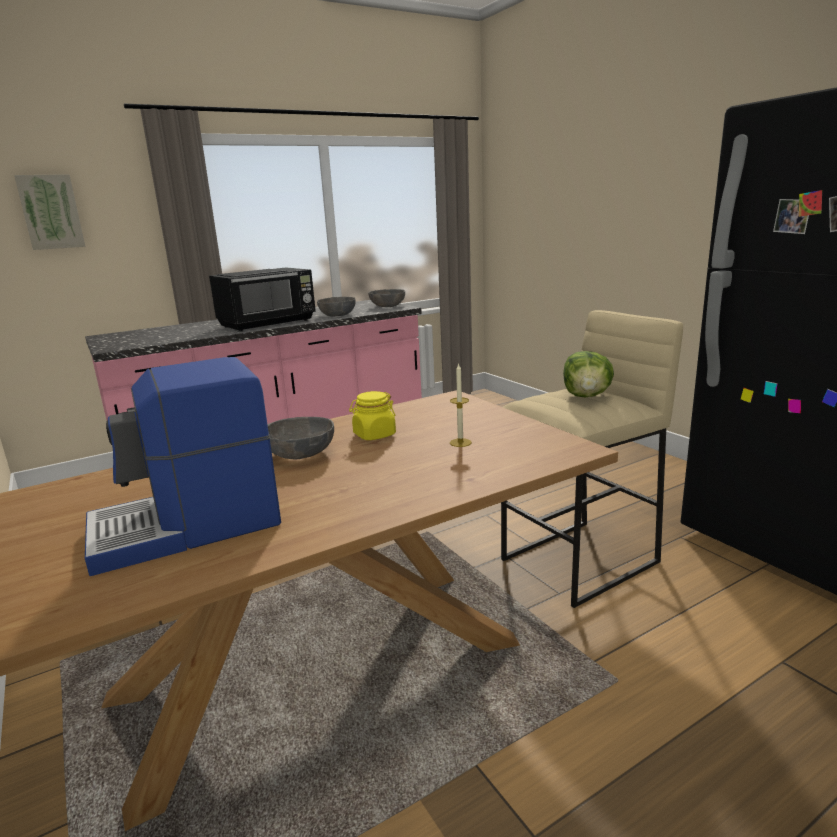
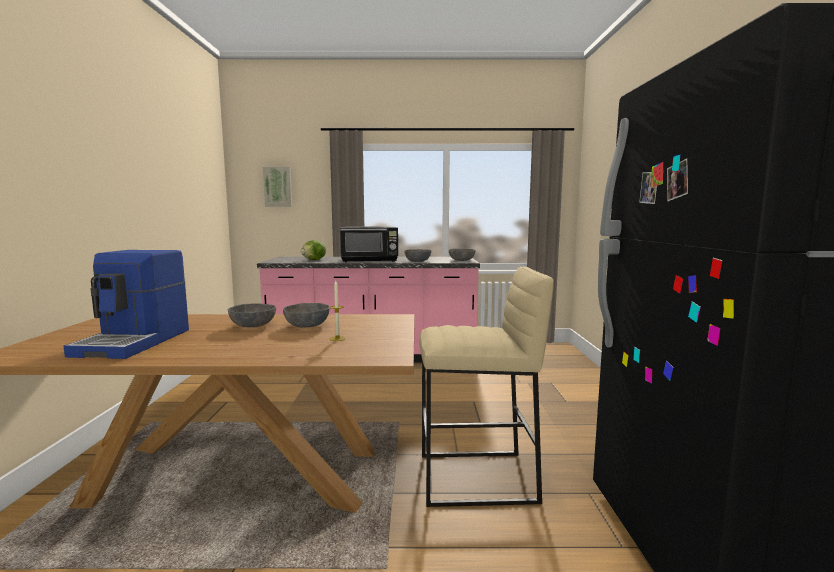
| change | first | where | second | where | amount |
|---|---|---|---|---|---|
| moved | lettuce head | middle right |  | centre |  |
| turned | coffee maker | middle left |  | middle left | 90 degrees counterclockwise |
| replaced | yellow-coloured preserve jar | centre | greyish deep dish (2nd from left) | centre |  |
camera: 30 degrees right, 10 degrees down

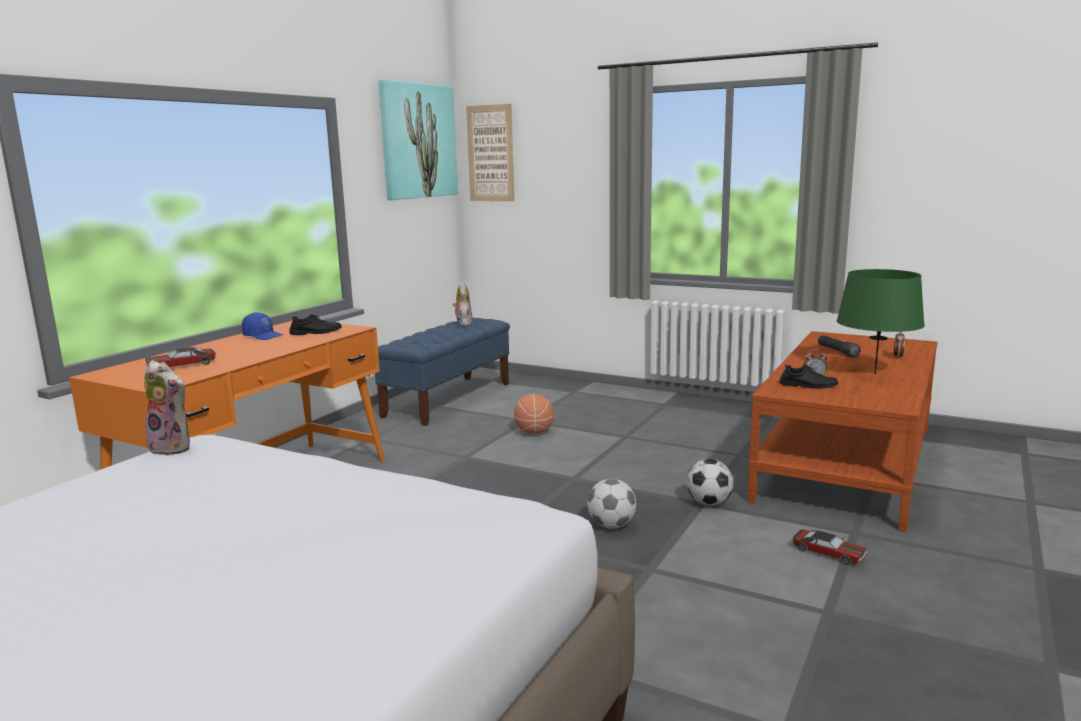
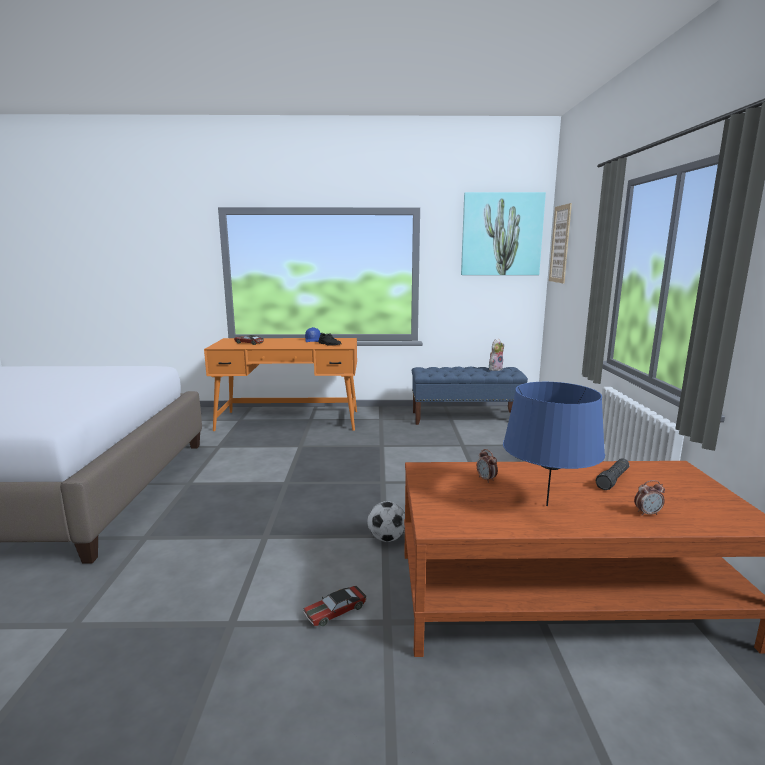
| change | first | where | second | where | amount |
|---|---|---|---|---|---|
| recoloured | greenish table lamp | middle right | bluish table lamp | middle right |  |
| removed | cuddly toy (1st from left) | middle left |  |  |  |
| removed | black-coloured shoe (2nd from left) | middle right |  |  |  |
| removed | basketball | centre |  |  |  |
| removed | football ball (1st from left) | bottom centre |  |  |  |
| turned | toy car (2nd from left) | bottom right |  | bottom centre | 45 degrees clockwise |
camera: 60 degrees right, 0 degrees up

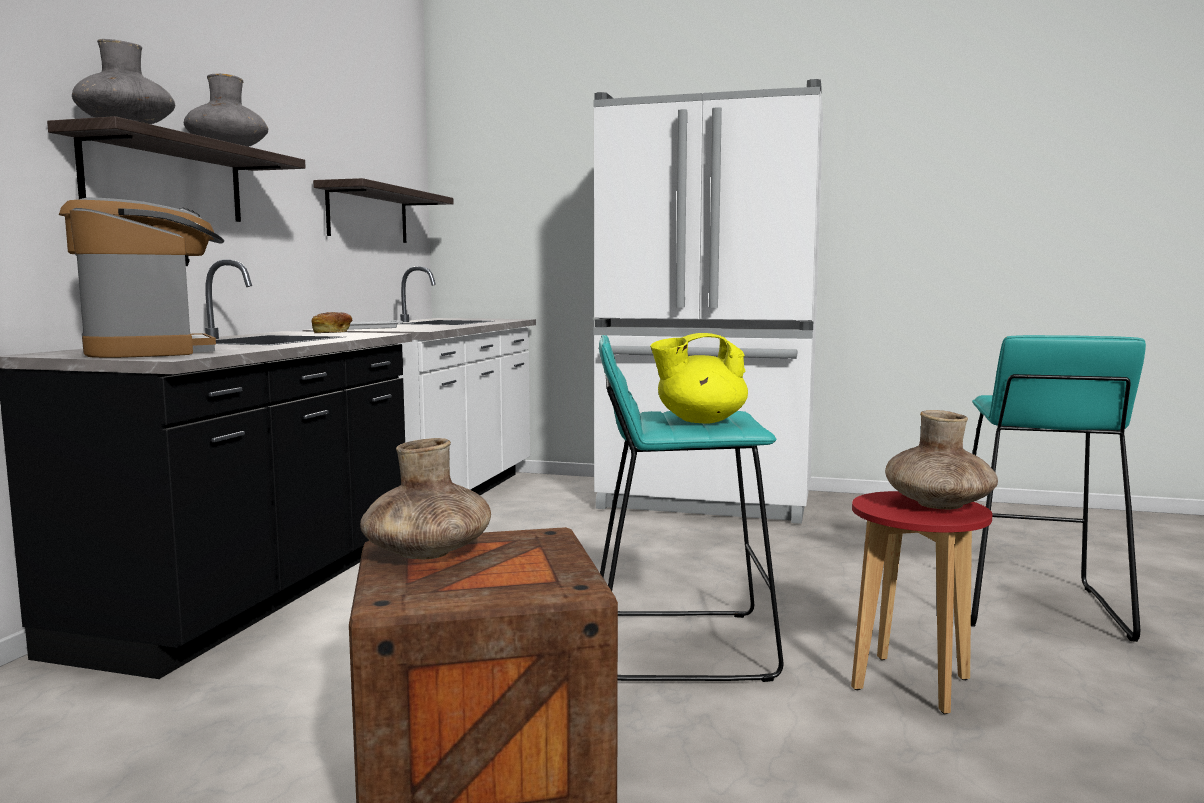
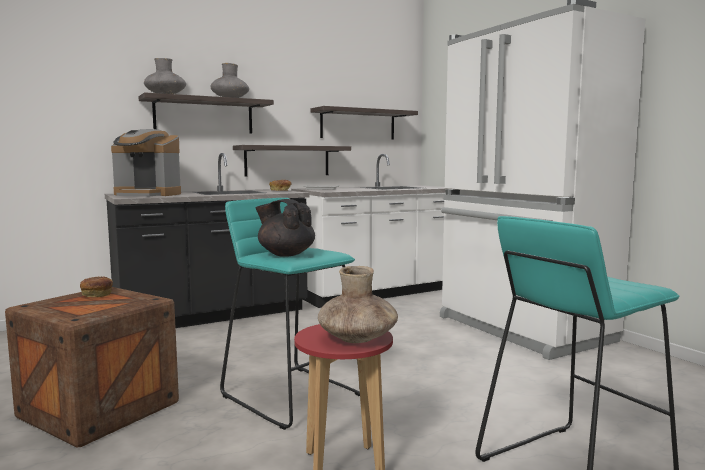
| change | first | where | second | where | amount |
|---|---|---|---|---|---|
| turned | coffee maker | middle left |  | middle left | 90 degrees clockwise |
| recoloured | yellow-coloured tea pot | centre | black-coloured tea pot | centre |  |
| replaced | brownish decorative vase (1st from left) | centre | bread (1st from left) | middle left |  |
| added |  |  | wall shelf (2nd from left) | centre |  |
camera: 45 degrees right, 0 degrees up

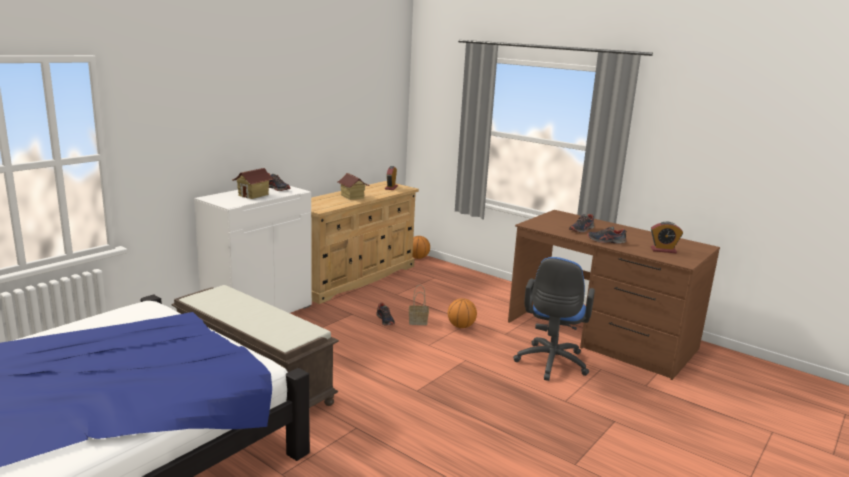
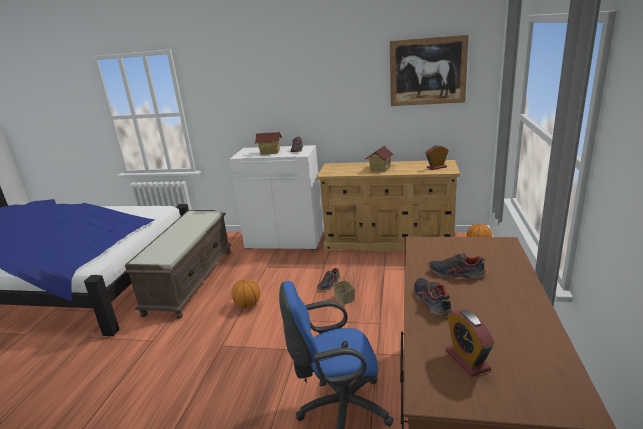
| change | first | where | second | where | amount |
|---|---|---|---|---|---|
| moved | basketball (2nd from left in the first image) | centre | basketball (1st from left) | bottom centre |  |
| added |  |  | picture | top right |  |
camera: 65 degrees right, 5 degrees up

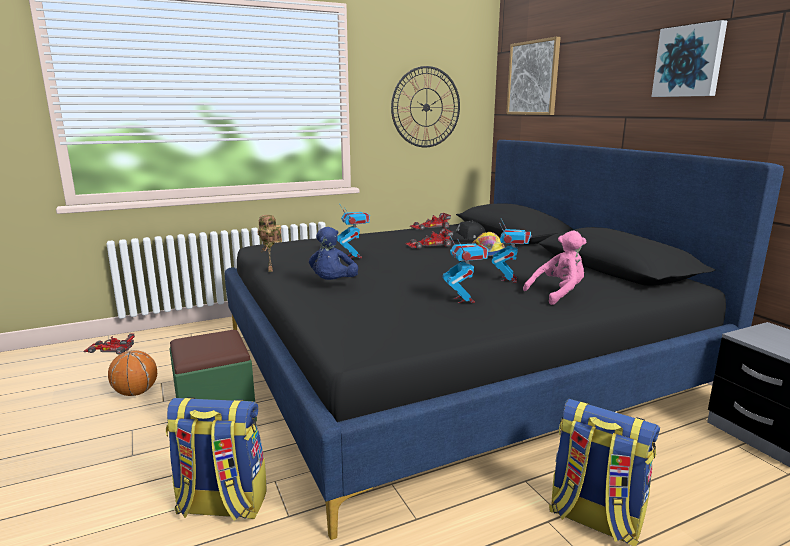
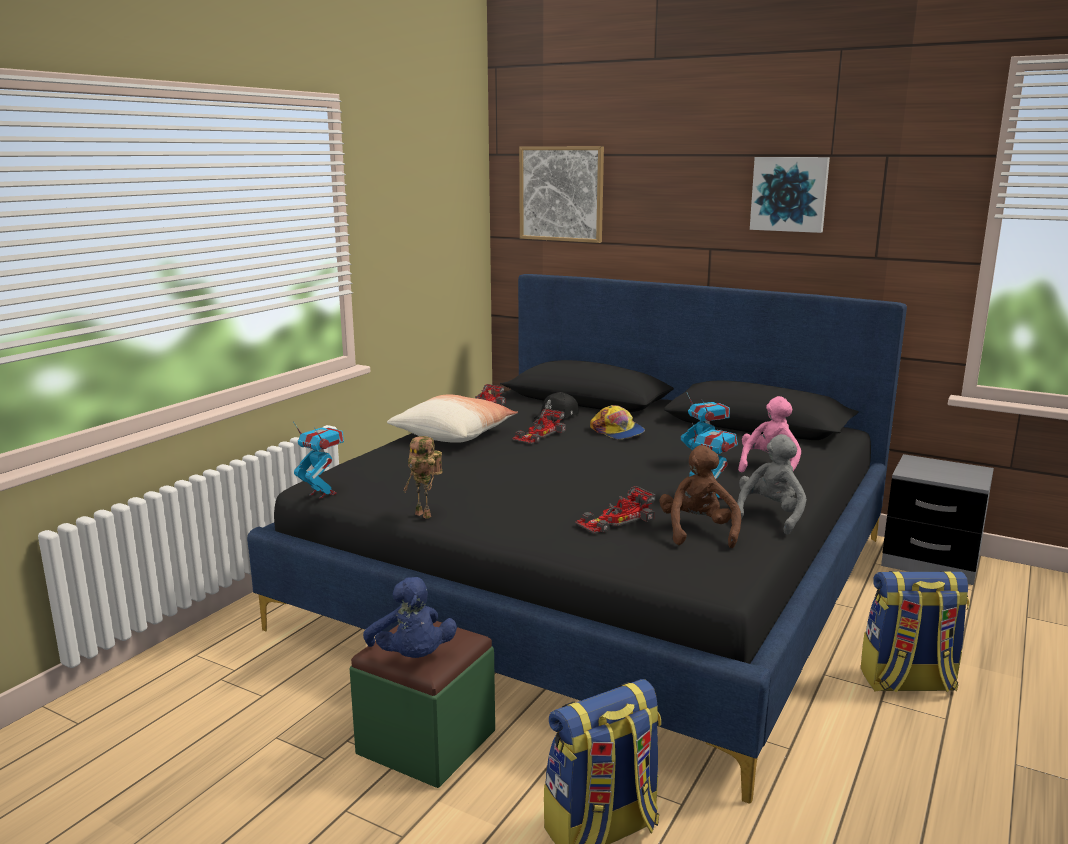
| change | first | where | second | where | amount |
|---|---|---|---|---|---|
| removed | clock on the wall | top centre |  |  |  |
| moved | robot figure (2nd from left in the first image) | centre | robot figure (1st from left) | middle left |  |
| moved | bluish cuddly toy | centre |  | bottom centre |  |
| moved | toy car (1st from left in the first image) | middle left | toy car (3rd from left) | centre |  |
| removed | basketball | bottom left |  |  |  |
| added |  |  | pillow | centre |  |
| added |  |  | greyish cuddly toy | middle right |  |
| added |  |  | brownish cuddly toy | centre |  |
camera: 35 degrees left, 0 degrees up

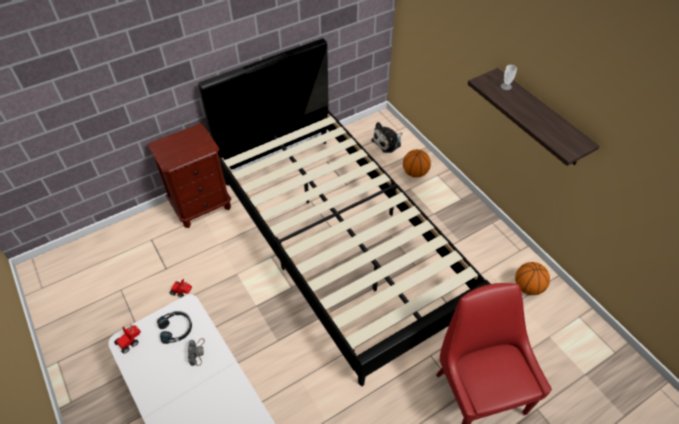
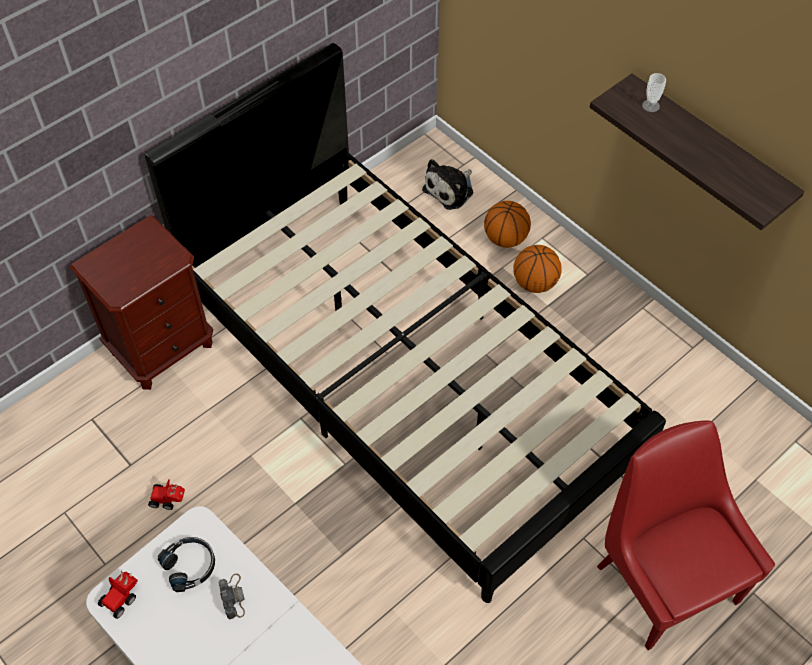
| change | first | where | second | where | amount |
|---|---|---|---|---|---|
| moved | basketball (2nd from left) | middle right |  | centre |  |
camera: 10 degrees left, 5 degrees up

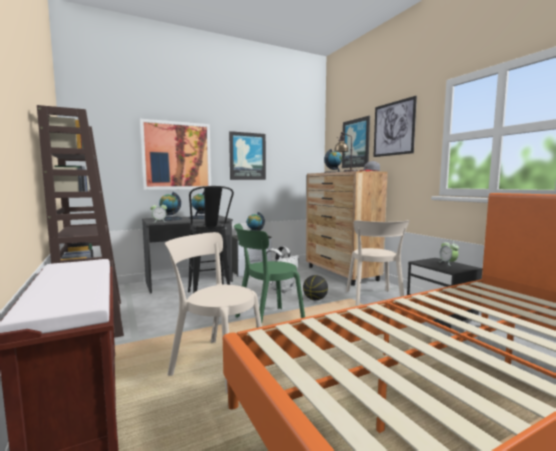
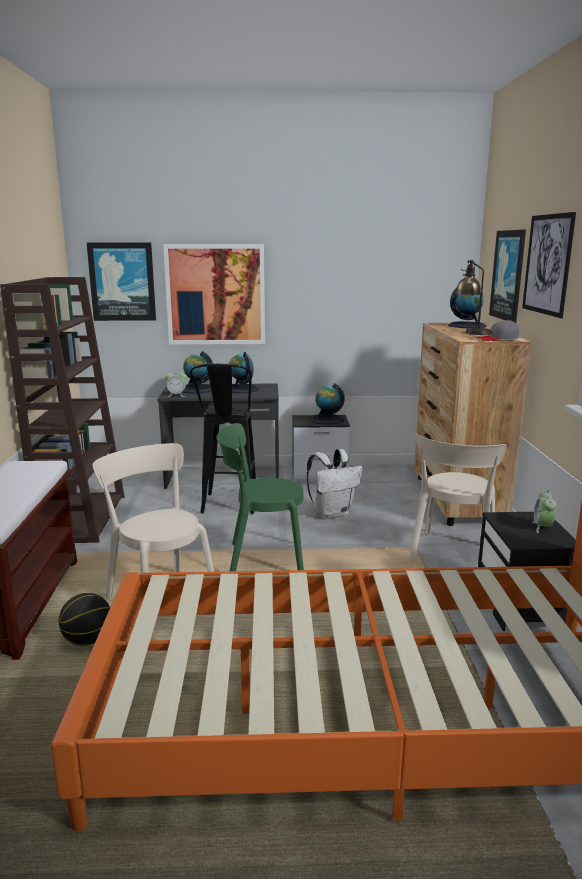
| change | first | where | second | where | amount |
|---|---|---|---|---|---|
| moved | picture (2nd from left in the first image) | centre | picture (1st from left) | top left |  |
| moved | basketball | centre |  | bottom left |  |
camera: 25 degrees right, 10 degrees up

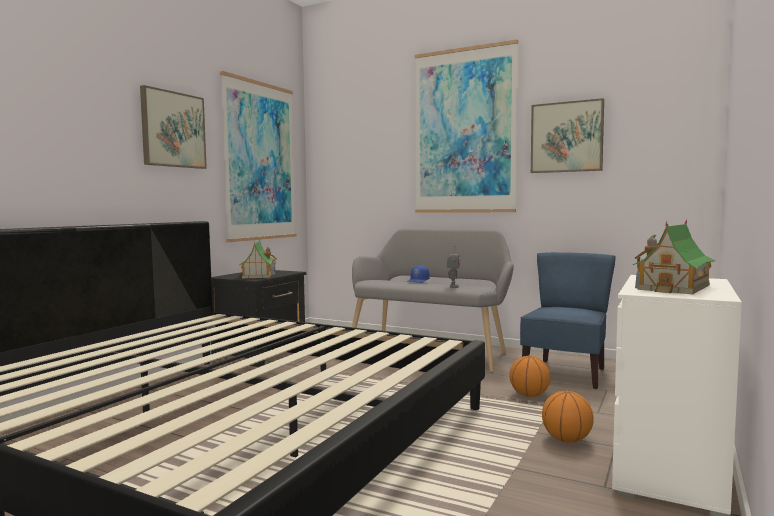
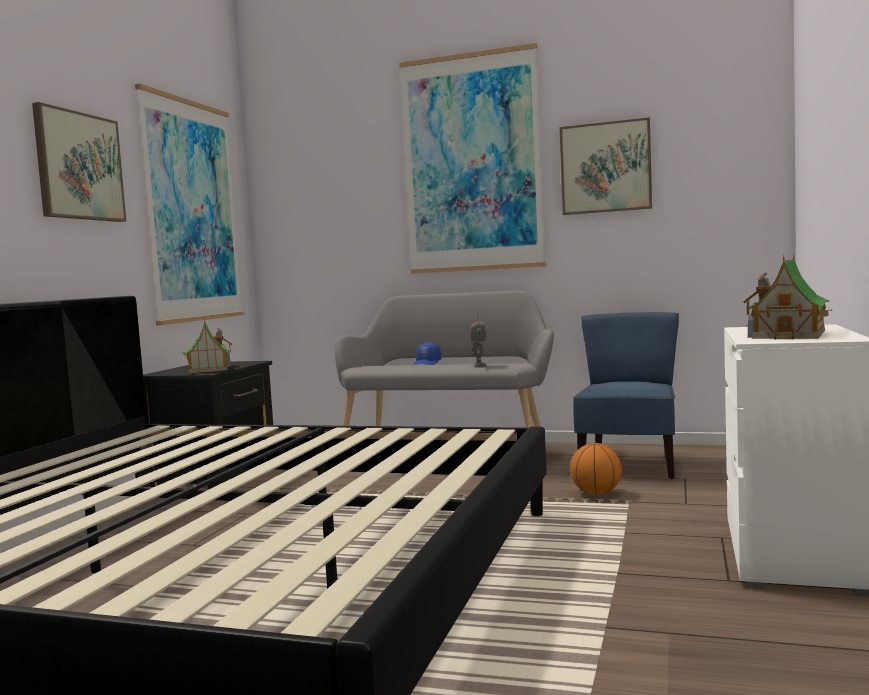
| change | first | where | second | where | amount |
|---|---|---|---|---|---|
| removed | basketball (2nd from left) | bottom right |  |  |  |
camera: 10 degrees left, 0 degrees up

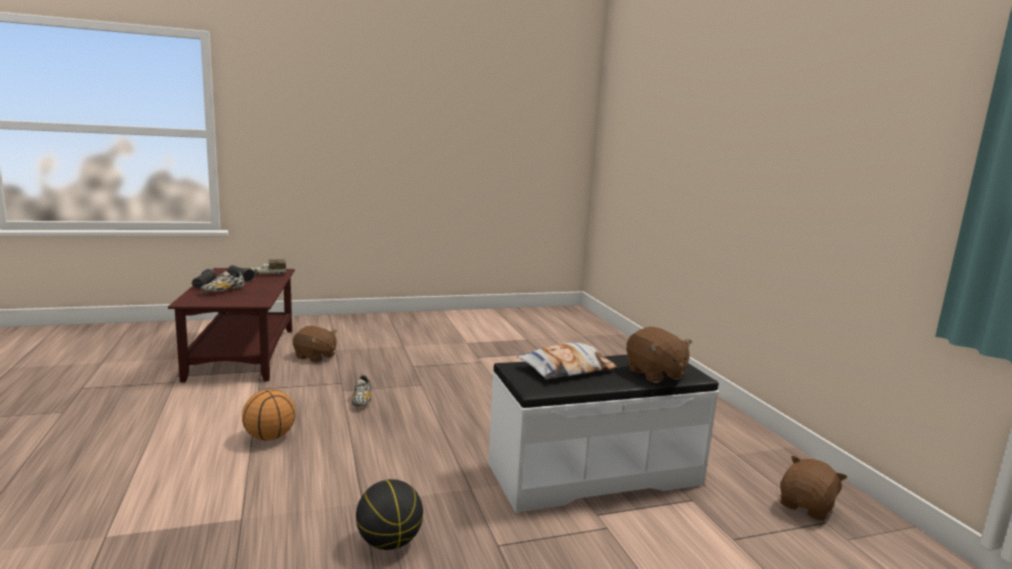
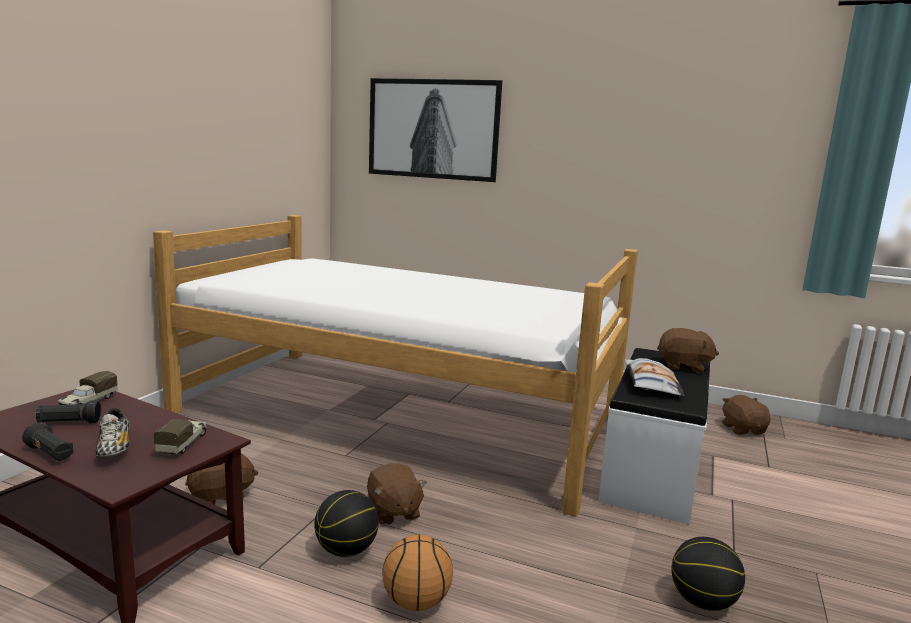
| change | first | where | second | where | amount |
|---|---|---|---|---|---|
| replaced | shoe (2nd from left) | bottom centre | brownish cuddly toy (2nd from left) | bottom centre |  |
| added |  |  | picture | top centre |  |
| added |  |  | bedroom bed | centre |  |
| added |  |  | toy truck (2nd from left) | bottom left |  |
| added |  |  | basketball (1st from left) | bottom centre |  |
camera: 50 degrees left, 0 degrees up

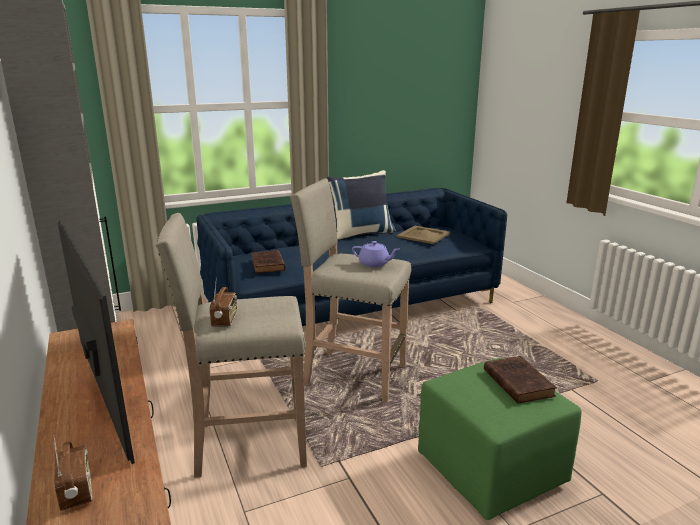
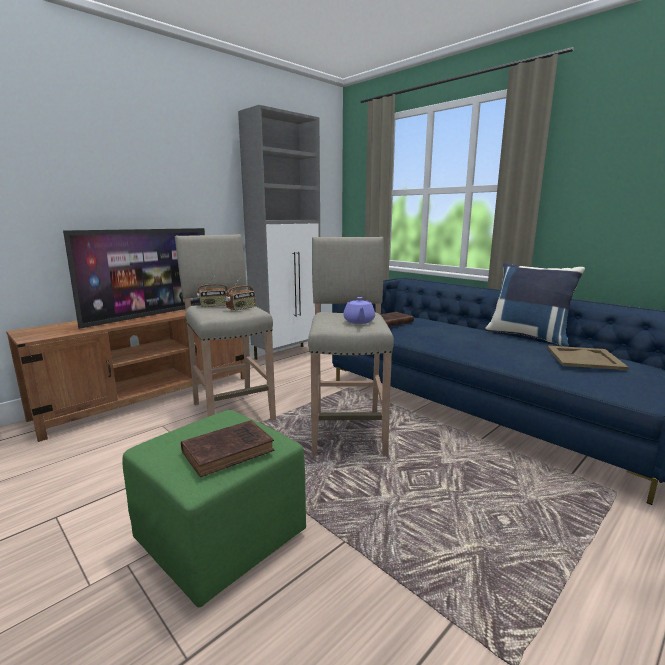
| change | first | where | second | where | amount |
|---|---|---|---|---|---|
| moved | radio set (1st from left in the first image) | bottom left | radio set (2nd from left) | centre |  |
camera: 70 degrees right, 5 degrees down

